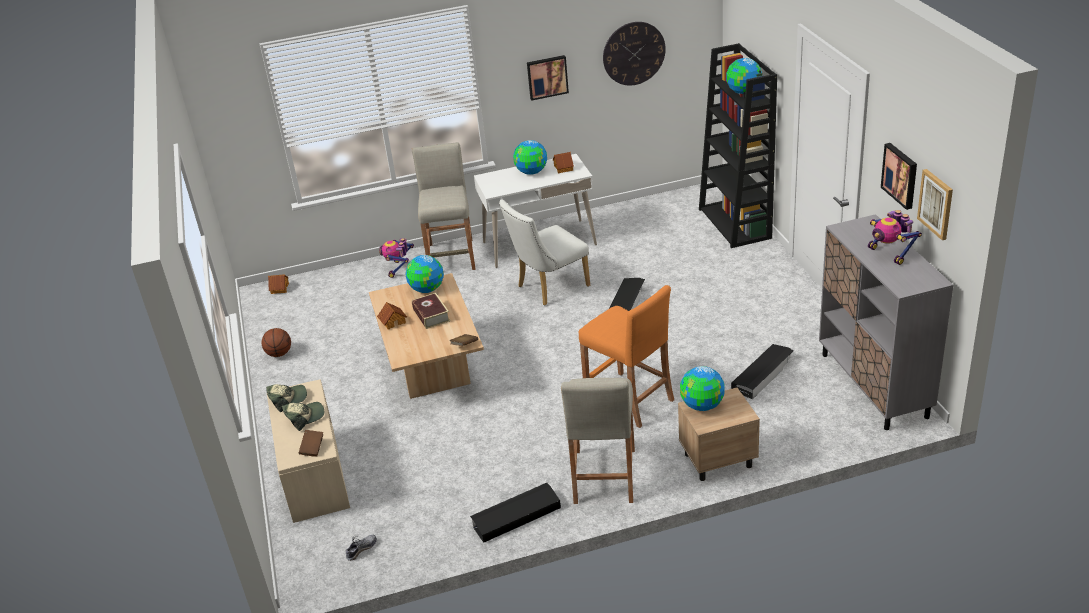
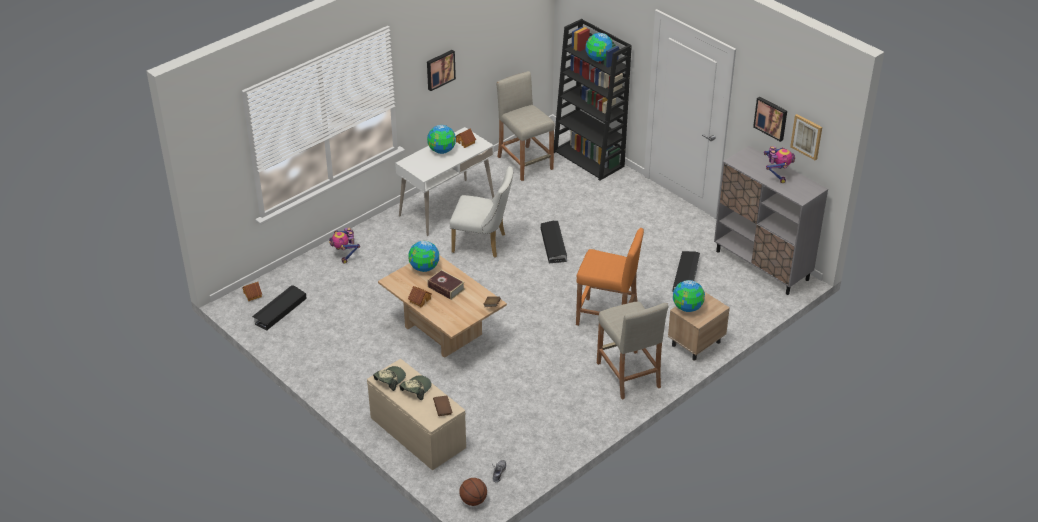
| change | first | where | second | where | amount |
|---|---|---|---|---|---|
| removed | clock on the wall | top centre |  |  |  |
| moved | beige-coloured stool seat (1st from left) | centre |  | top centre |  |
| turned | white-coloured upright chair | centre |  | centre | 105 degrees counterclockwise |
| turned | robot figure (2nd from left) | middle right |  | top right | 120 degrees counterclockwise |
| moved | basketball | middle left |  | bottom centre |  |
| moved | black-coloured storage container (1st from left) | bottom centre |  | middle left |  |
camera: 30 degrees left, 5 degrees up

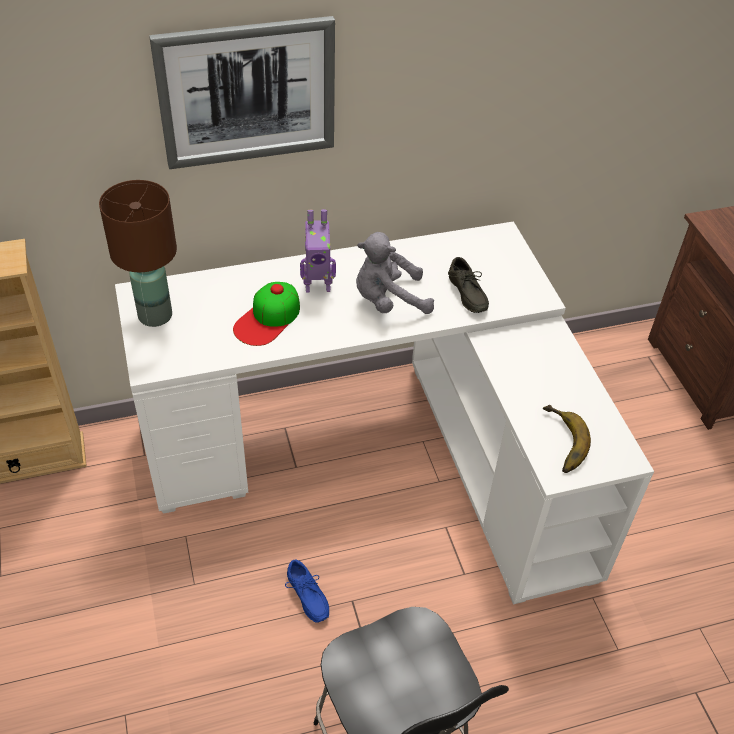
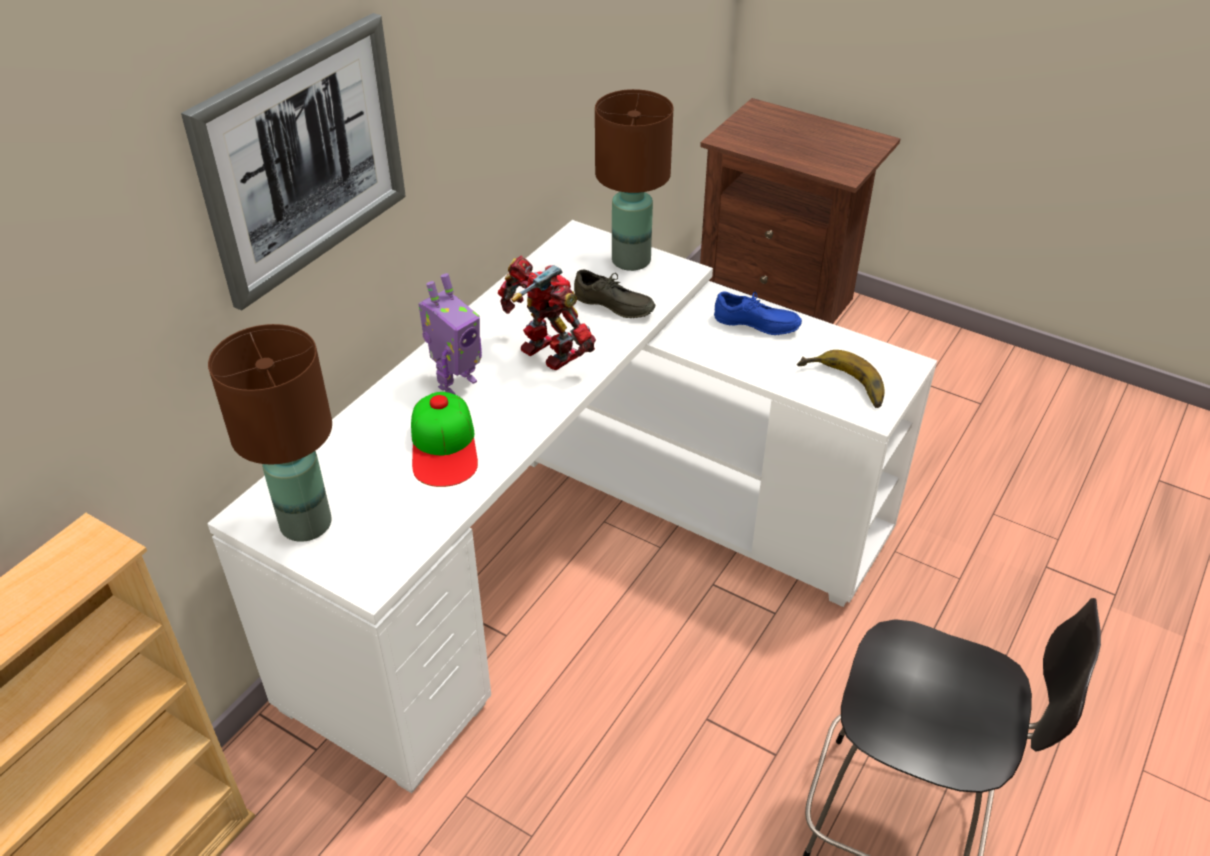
| change | first | where | second | where | amount |
|---|---|---|---|---|---|
| replaced | greyish cuddly toy | centre | robot figure (2nd from left) | centre |  |
| moved | bluish shoe | bottom centre |  | centre |  |
| added |  |  | brownish table lamp (2nd from left) | top centre |  |
camera: 40 degrees left, 5 degrees down

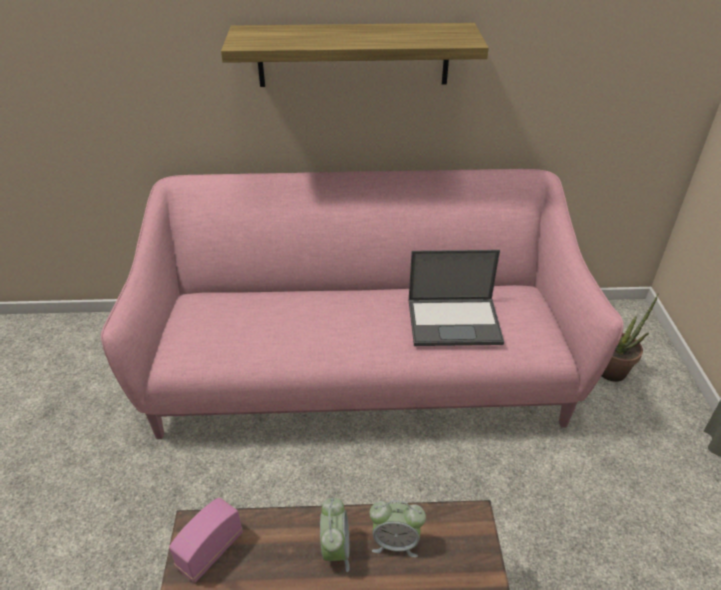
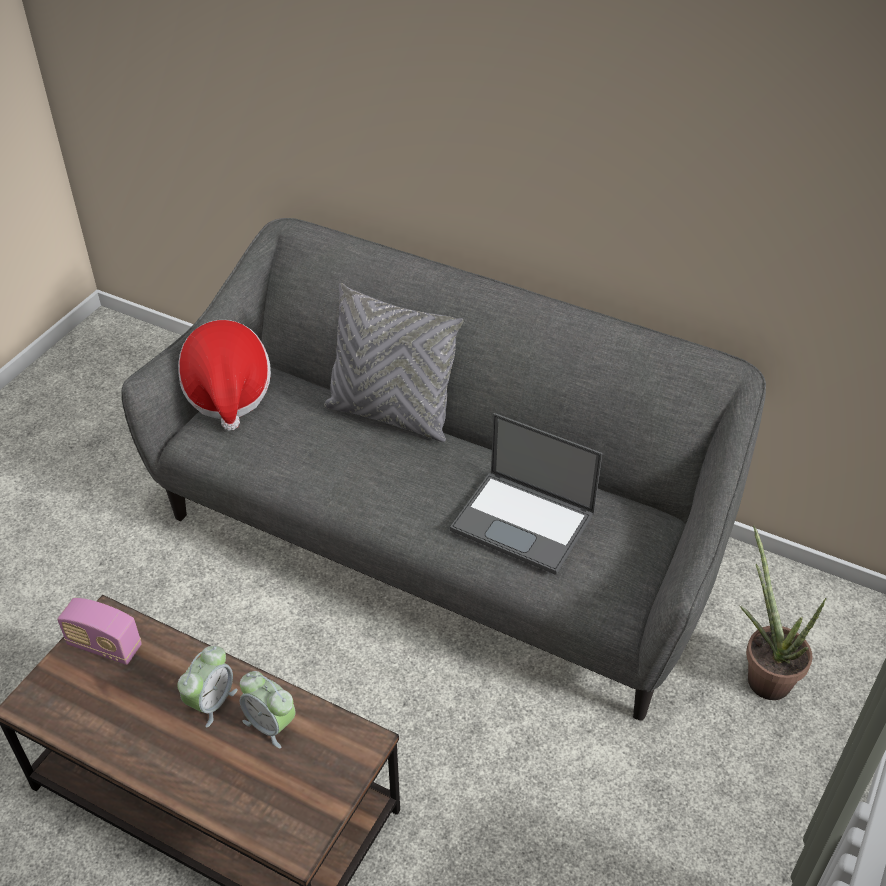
| change | first | where | second | where | amount |
|---|---|---|---|---|---|
| removed | wall shelf | top centre |  |  |  |
| recoloured | pinkish couch | centre | greyish couch | centre |  |
| turned | radio set | bottom left |  | bottom left | 135 degrees counterclockwise |
| added |  |  | greyish pillow | centre |  |
| added |  |  | wearable hat | middle left |  |
camera: 30 degrees right, 5 degrees up

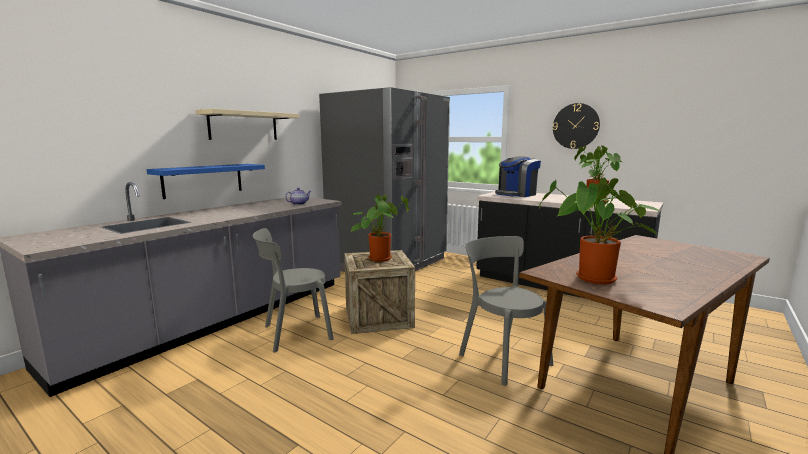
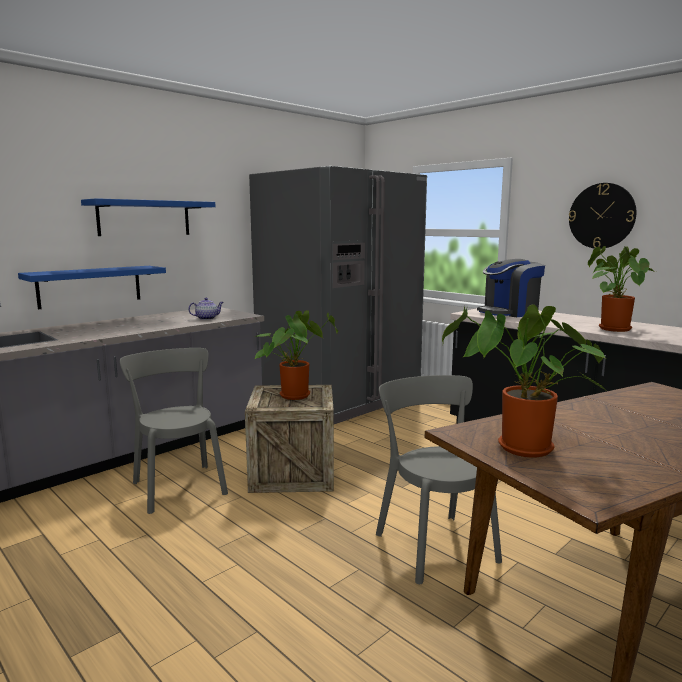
| change | first | where | second | where | amount |
|---|---|---|---|---|---|
| recoloured | beige-coloured wall shelf | top left | bluish wall shelf (2nd from left) | top left |  |
| turned | greyish upright chair (1st from left) | centre |  | middle left | 75 degrees clockwise |
camera: 10 degrees right, 0 degrees up

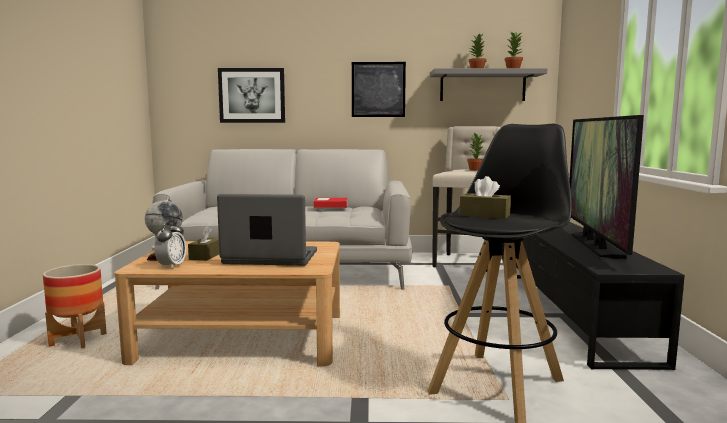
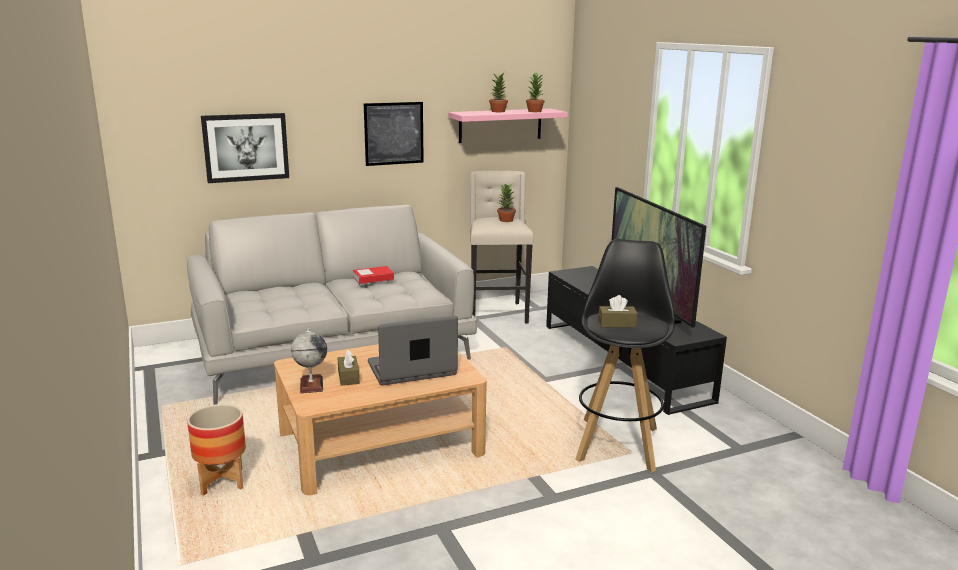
| change | first | where | second | where | amount |
|---|---|---|---|---|---|
| recoloured | greyish wall shelf | top right | pinkish wall shelf | top centre |  |
| removed | alarm clock | middle left |  |  |  |
camera: 25 degrees left, 10 degrees up

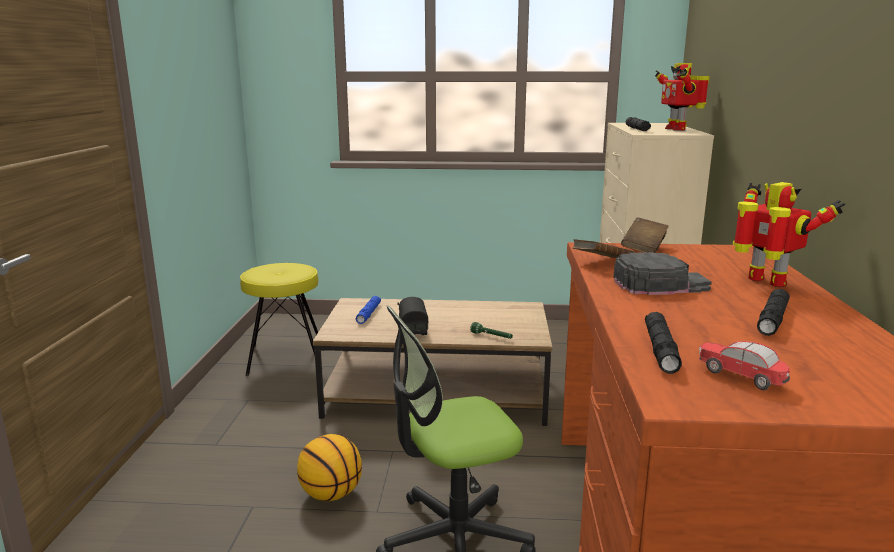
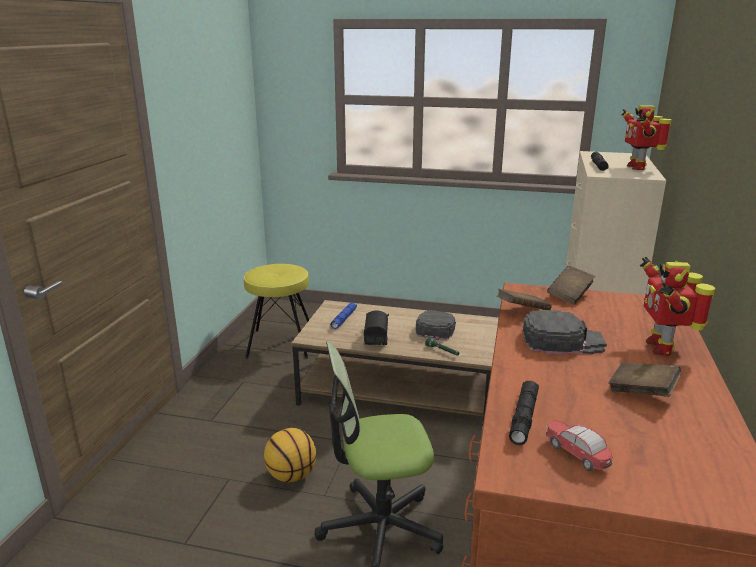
| change | first | where | second | where | amount |
|---|---|---|---|---|---|
| turned | robot figure (2nd from left) | middle right |  | middle right | 150 degrees counterclockwise |
| replaced | black-coloured flashlight (3rd from left) | middle right | brownish volume (3rd from left) | bottom right |  |
| added |  |  | black-coloured peaked cap (1st from left) | centre |  |
camera: 10 degrees right, 5 degrees up

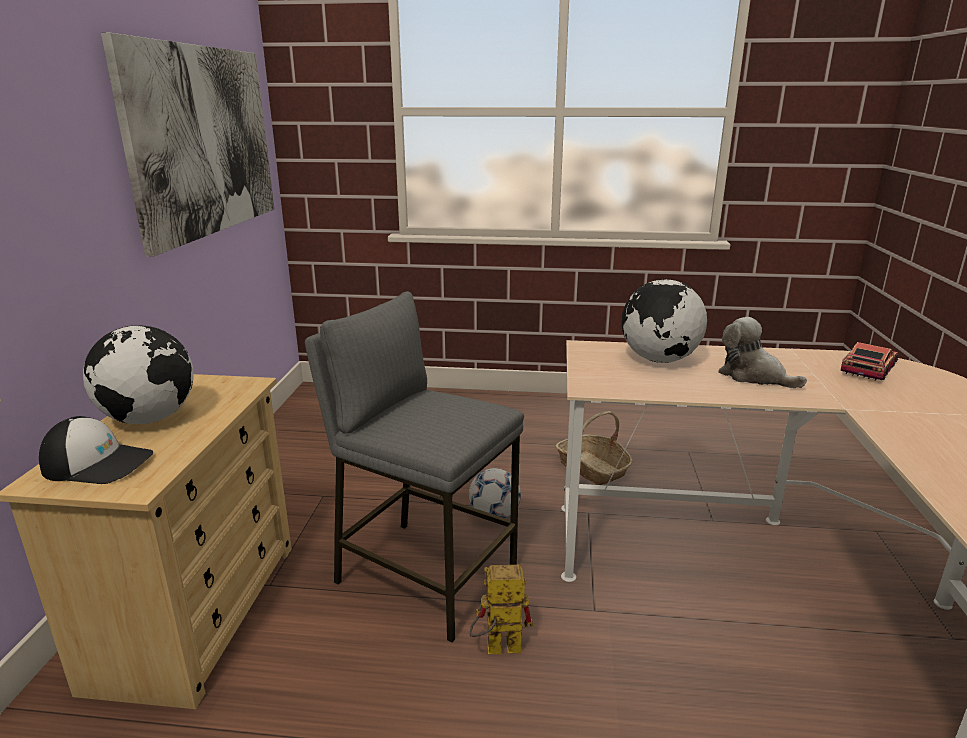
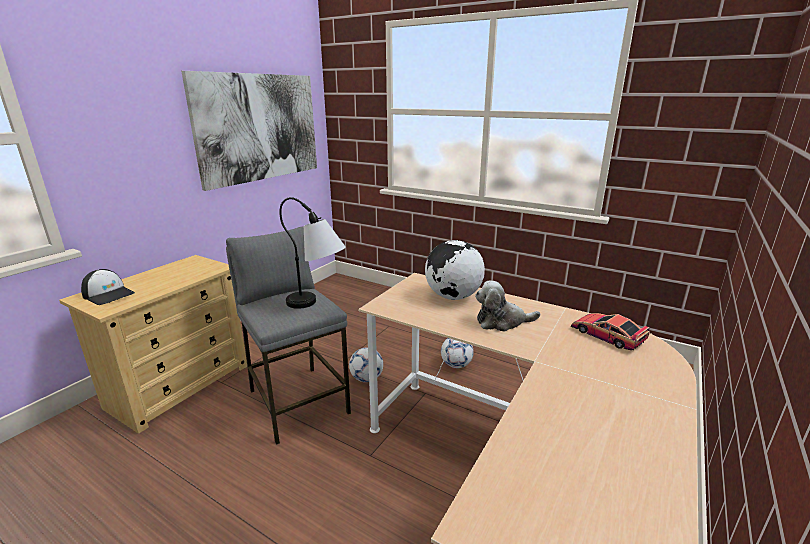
| change | first | where | second | where | amount |
|---|---|---|---|---|---|
| turned | cuddly toy | middle right |  | centre | 75 degrees counterclockwise |
| removed | globe (1st from left) | middle left |  |  |  |
| turned | toy car | middle right |  | middle right | 105 degrees counterclockwise |
| replaced | storage basket | centre | football ball (2nd from left) | centre |  |
| removed | robot figure | bottom centre |  |  |  |
| added |  |  | table lamp | centre |  |
camera: 25 degrees right, 0 degrees up

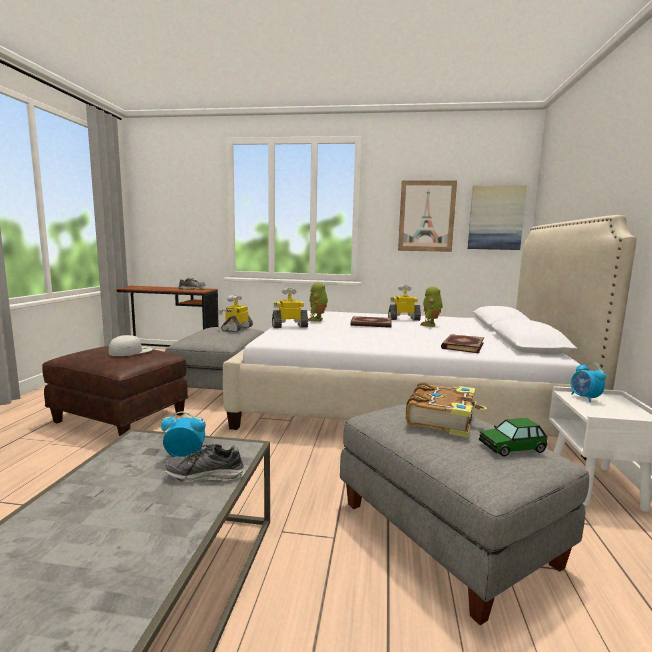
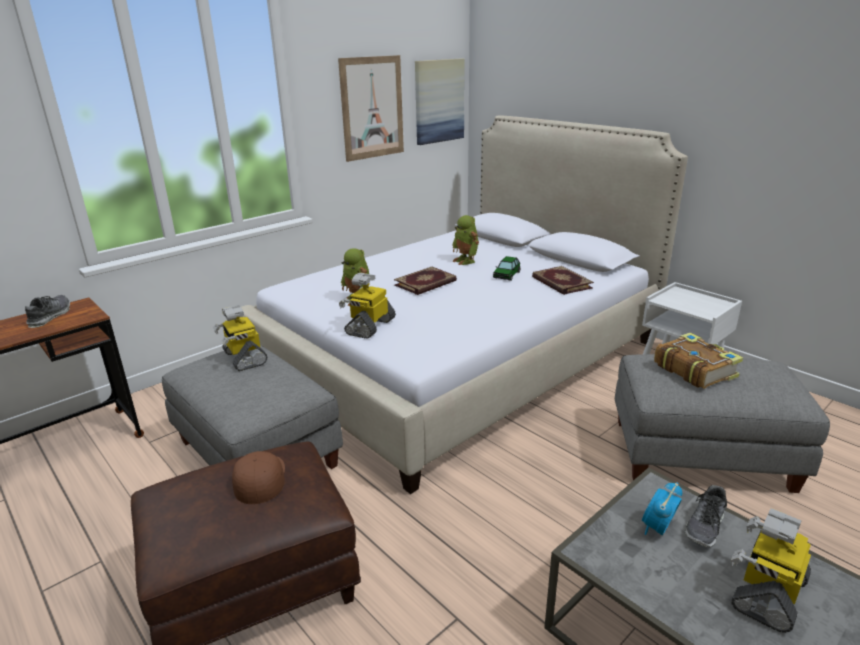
| change | first | where | second | where | amount |
|---|---|---|---|---|---|
| moved | robot figure (4th from left in the first image) | centre | robot figure (5th from left) | bottom right |  |
| recoloured | white-coloured peaked cap | middle left | brownish peaked cap | bottom left |  |
| removed | alarm clock (2nd from left) | middle right |  |  |  |
| moved | toy car | bottom right |  | centre |  |
camera: 50 degrees left, 15 degrees up

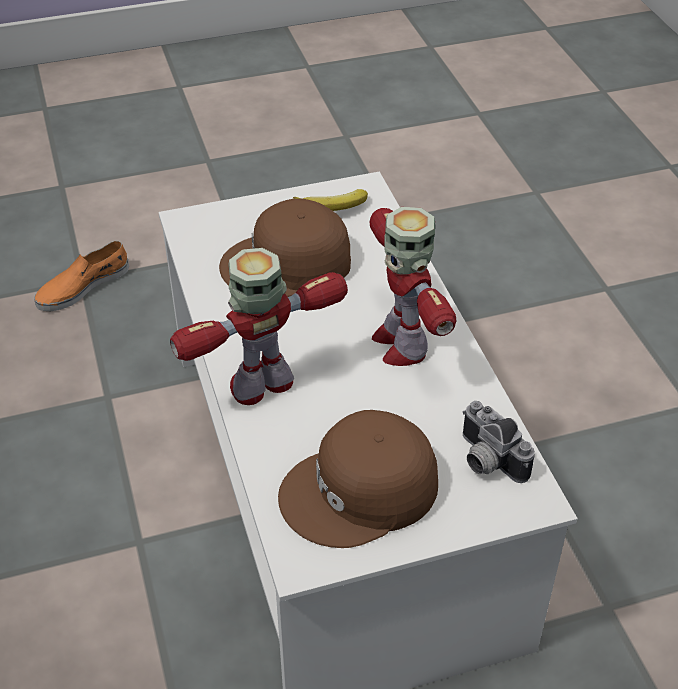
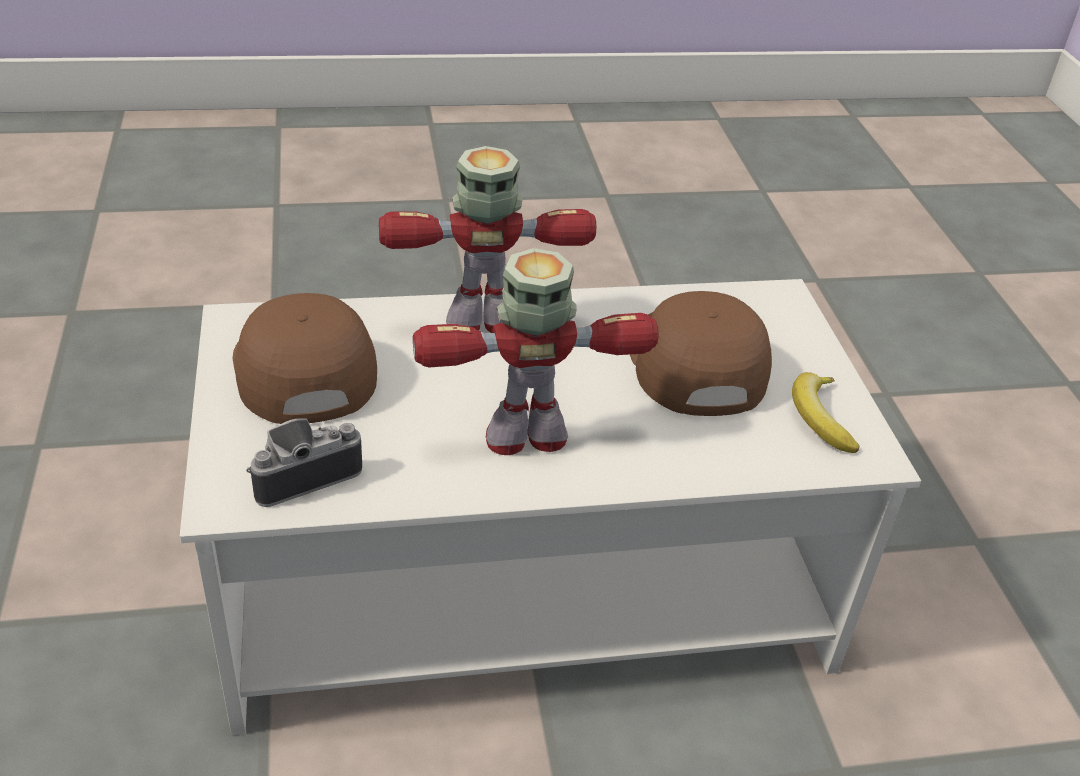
| change | first | where | second | where | amount |
|---|---|---|---|---|---|
| removed | orangey shoe | middle left |  |  |  |
| turned | robot figure (1st from left) | centre |  | top centre | 75 degrees counterclockwise |
camera: 95 degrees right, 5 degrees down

